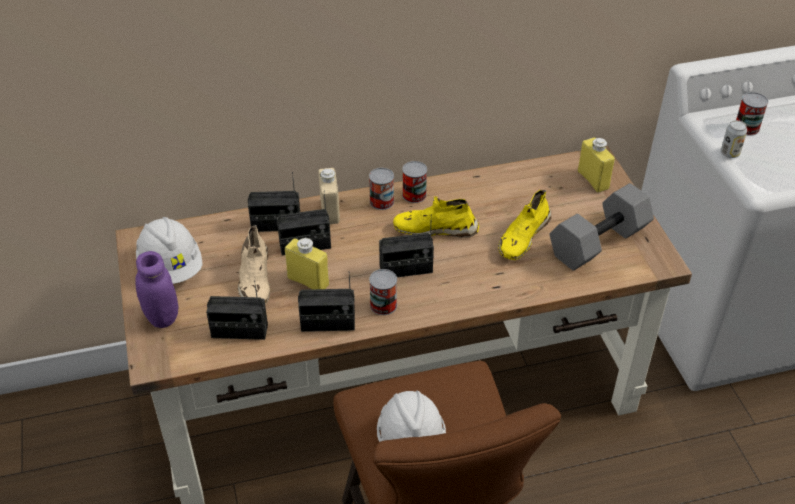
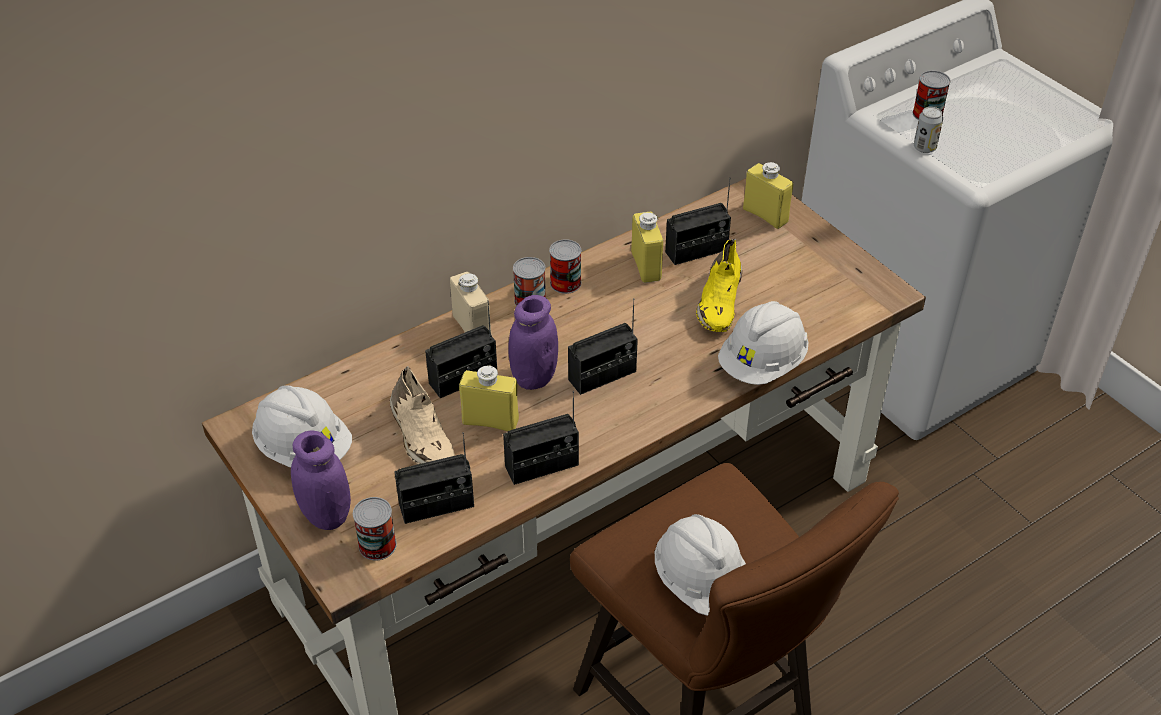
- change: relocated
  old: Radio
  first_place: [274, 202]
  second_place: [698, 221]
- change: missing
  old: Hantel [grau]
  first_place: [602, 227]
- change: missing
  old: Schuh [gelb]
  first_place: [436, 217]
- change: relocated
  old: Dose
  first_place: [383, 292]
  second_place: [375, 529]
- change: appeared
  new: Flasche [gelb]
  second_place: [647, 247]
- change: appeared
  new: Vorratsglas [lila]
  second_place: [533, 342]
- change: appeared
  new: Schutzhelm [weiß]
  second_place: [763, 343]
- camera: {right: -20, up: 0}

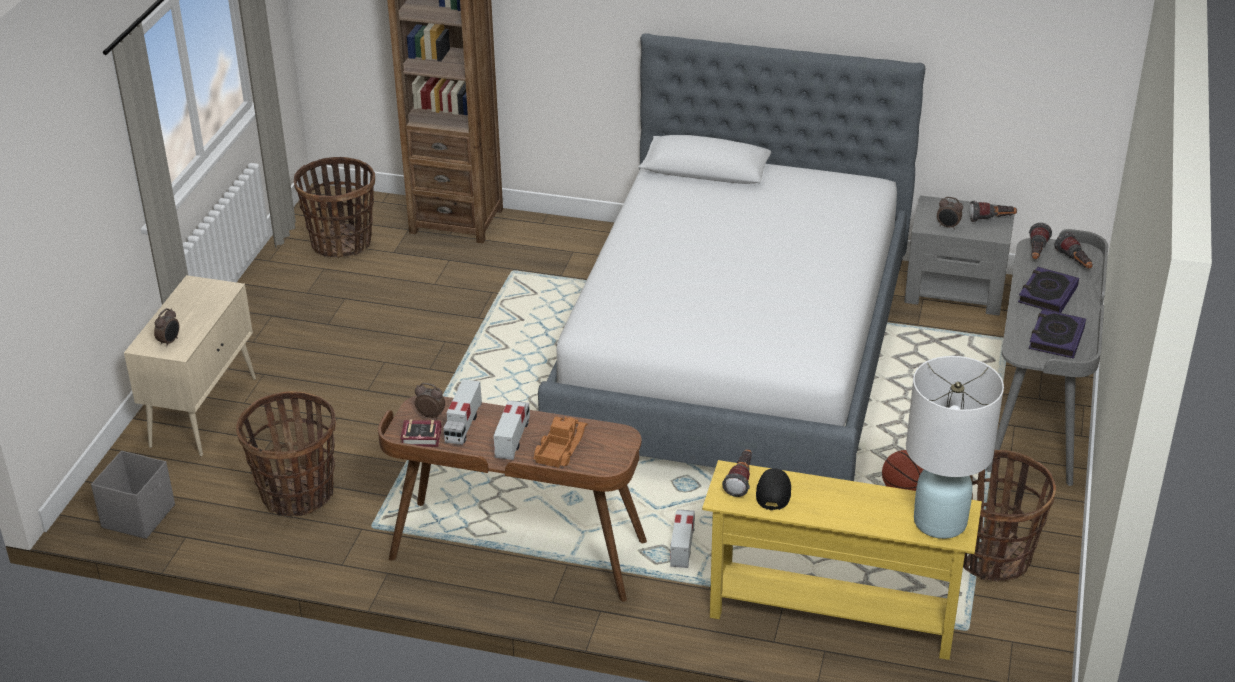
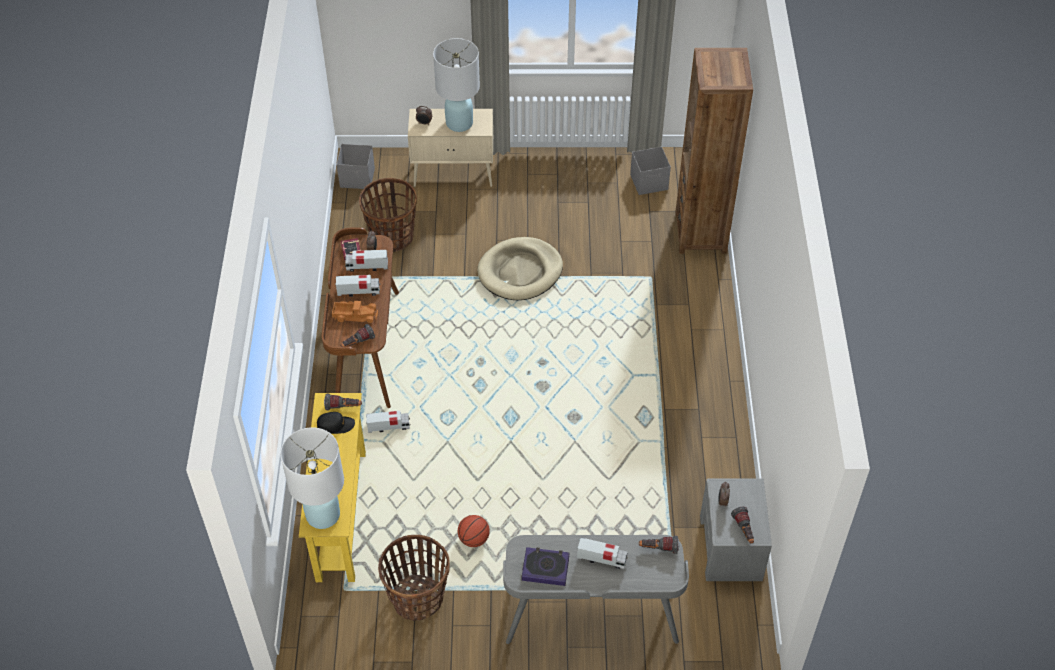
- change: missing
  old: Bett
  first_place: [731, 257]
- change: exchanged
  old: Korb
  new: Aufbewahrungsbox [grau]
  first_place: [334, 207]
  second_place: [650, 171]
- change: relocated
  old: Taschenlampe
  first_place: [1074, 250]
  second_place: [357, 335]
- change: exchanged
  old: Buch
  new: Spielzeuglaster
  first_place: [1048, 290]
  second_place: [602, 553]
- change: appeared
  new: Tischlampe [weiß]
  second_place: [456, 85]
- change: appeared
  new: Hundebett [beige]
  second_place: [520, 268]
- camera: {right: 75, up: 15}

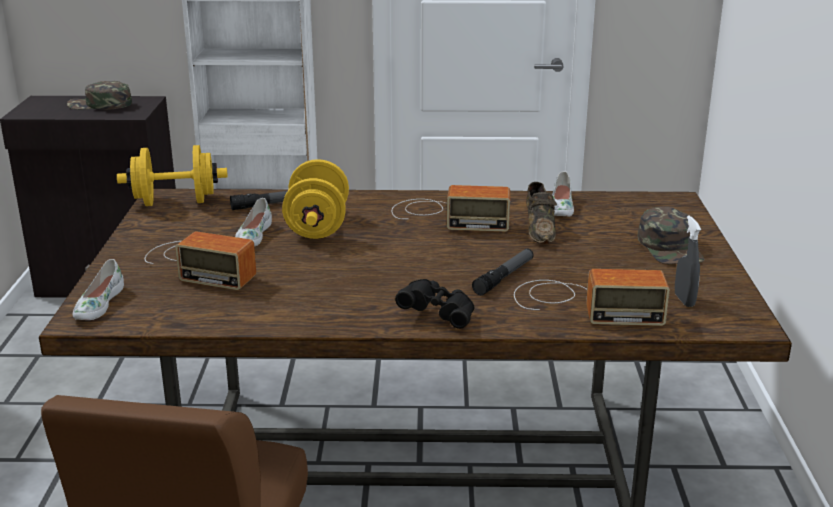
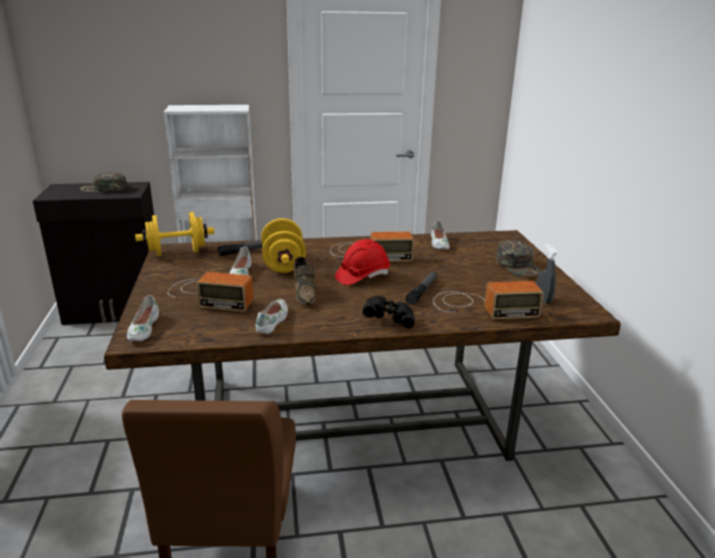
- change: relocated
  old: Schuh [braun]
  first_place: [541, 213]
  second_place: [304, 281]
- change: appeared
  new: Schutzhelm [rot]
  second_place: [362, 262]
- change: appeared
  new: Schuh [weiß]
  second_place: [271, 316]
- camera: {right: -10, up: 0}

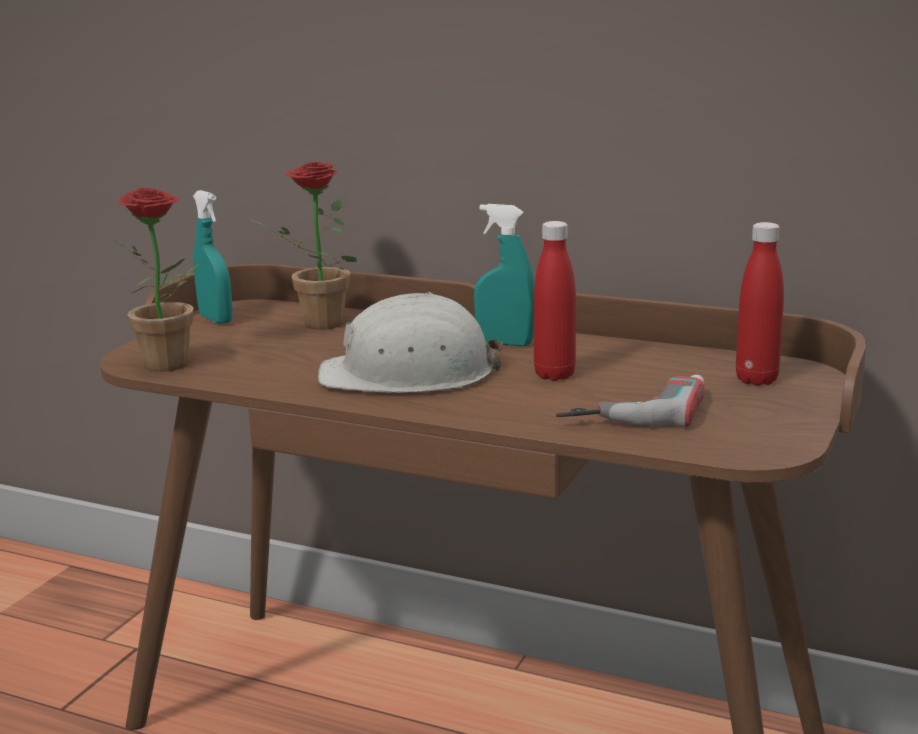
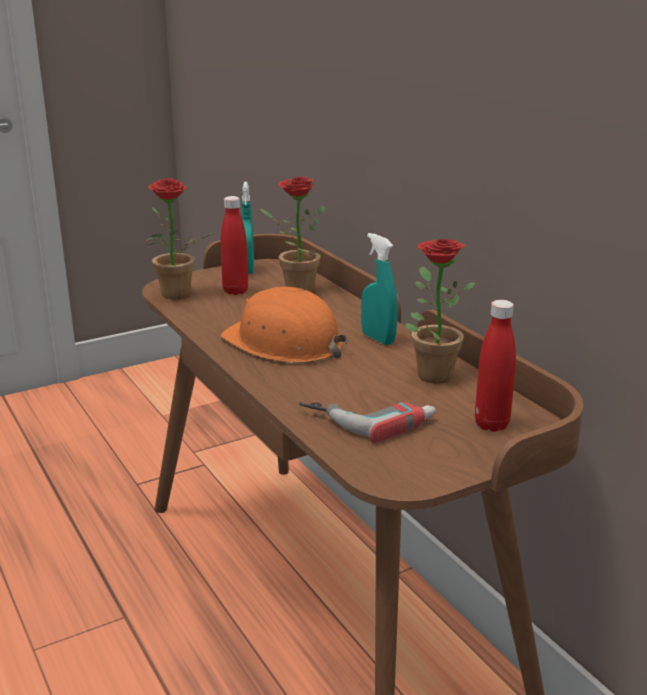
- change: relocated
  old: Flasche [rot]
  first_place: [555, 301]
  second_place: [234, 245]
- change: colour
  old: Schutzhelm [weiß]
  new: Schutzhelm [orange]
  first_place: [410, 342]
  second_place: [284, 325]
- change: appeared
  new: Topfpflanze
  second_place: [440, 311]
- camera: {right: 35, up: 5}

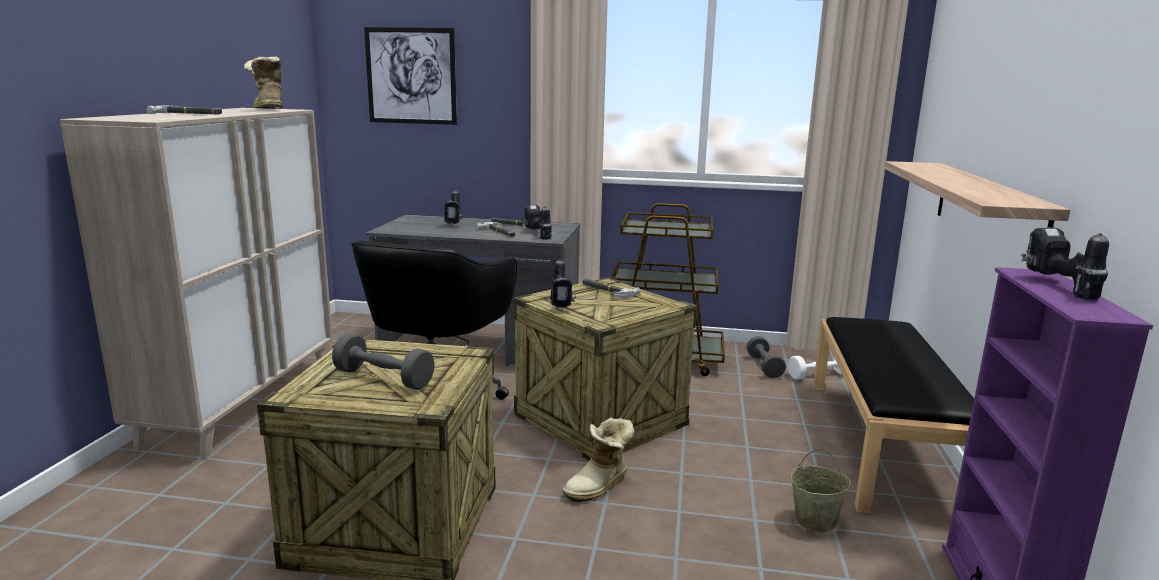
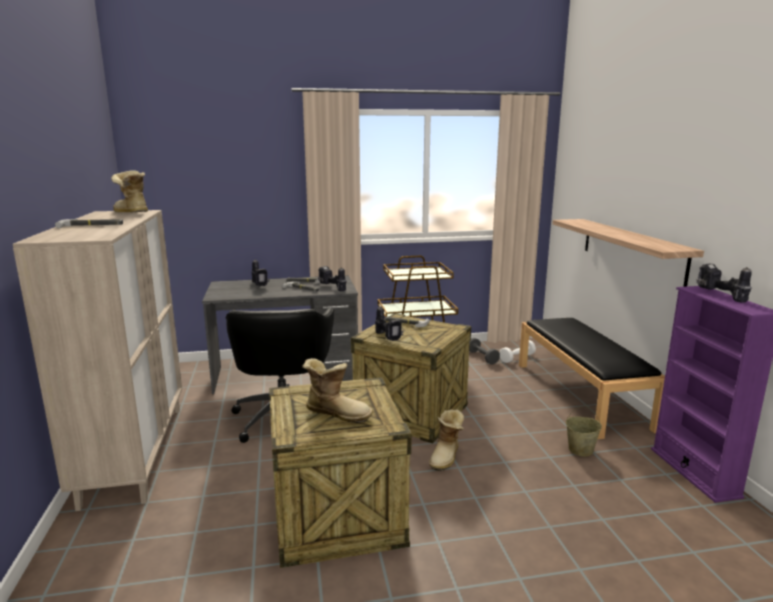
- change: missing
  old: Bild
  first_place: [410, 76]
- change: exchanged
  old: Hantel [grau]
  new: Stiefel
  first_place: [383, 361]
  second_place: [337, 390]
- camera: {right: -20, up: 0}

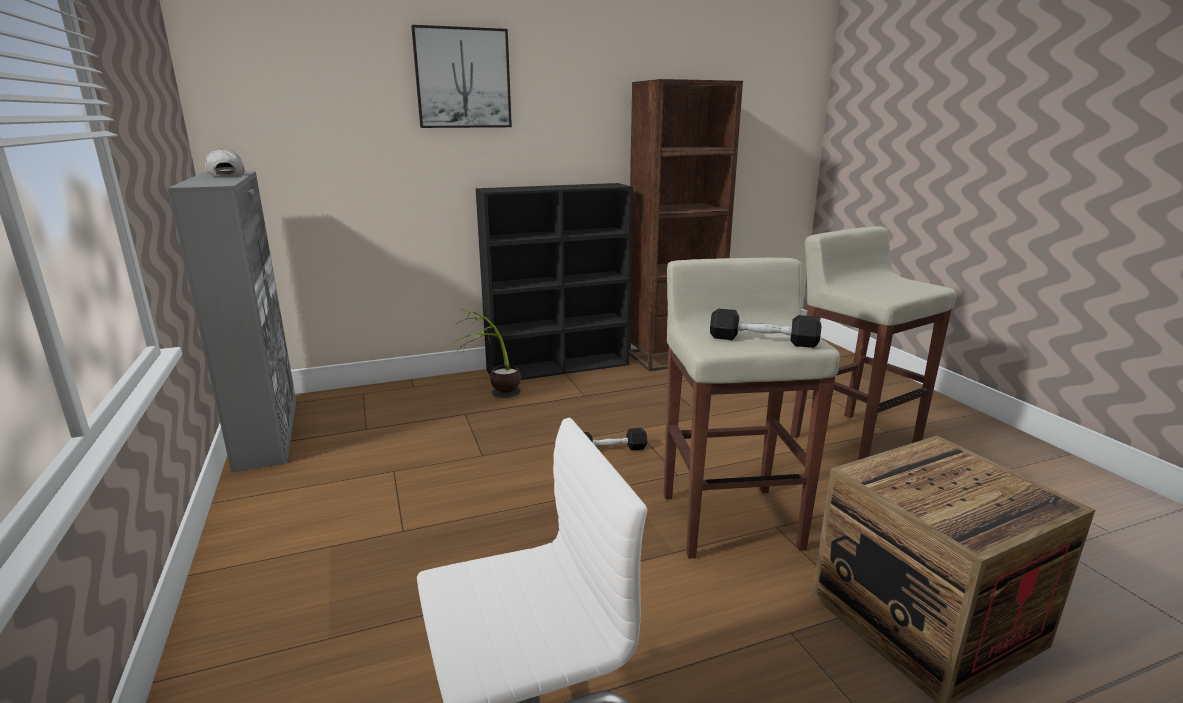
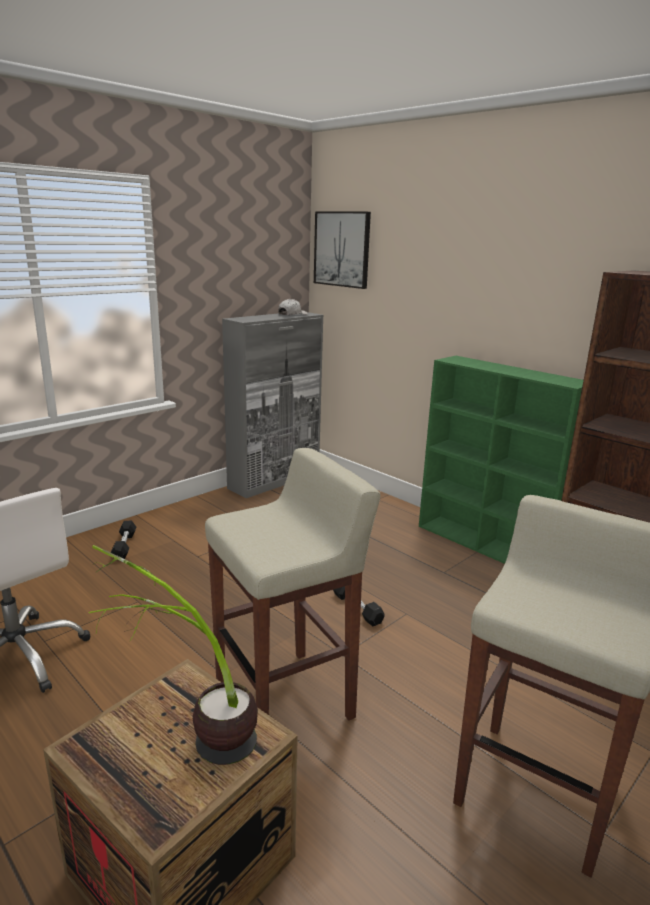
- change: relocated
  old: Bild
  first_place: [461, 76]
  second_place: [342, 250]
- change: colour
  old: Bücherregal [schwarz]
  new: Bücherregal [grün]
  first_place: [554, 281]
  second_place: [501, 460]
- change: relocated
  old: Topfpflanze
  first_place: [486, 353]
  second_place: [173, 655]
- change: relocated
  old: Hantel [schwarz]
  first_place: [766, 328]
  second_place: [123, 540]
- camera: {right: 65, up: 0}

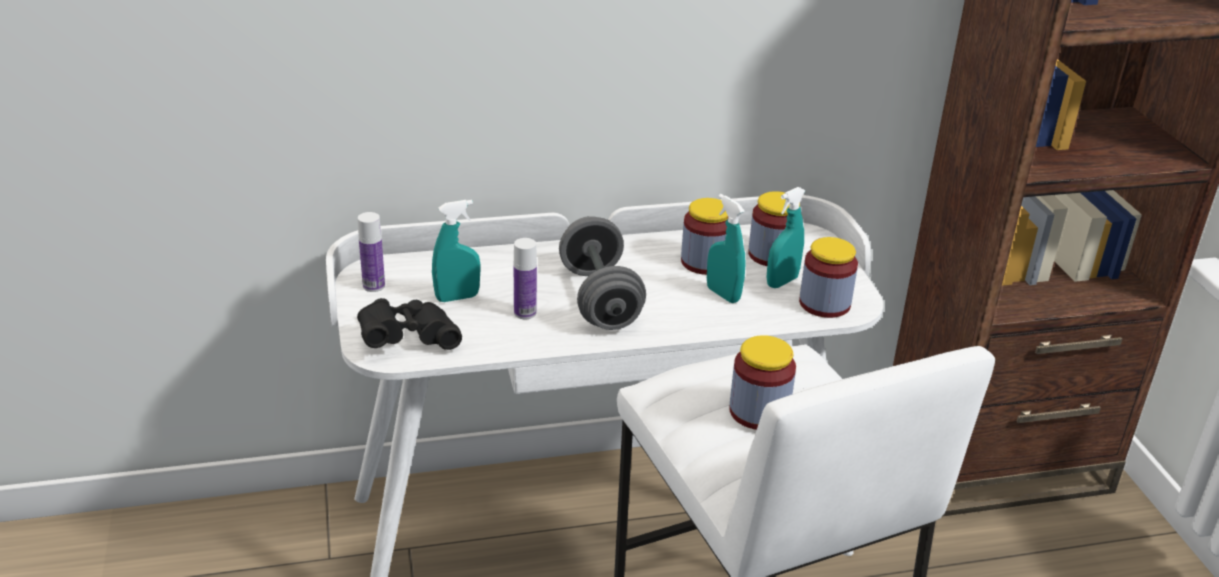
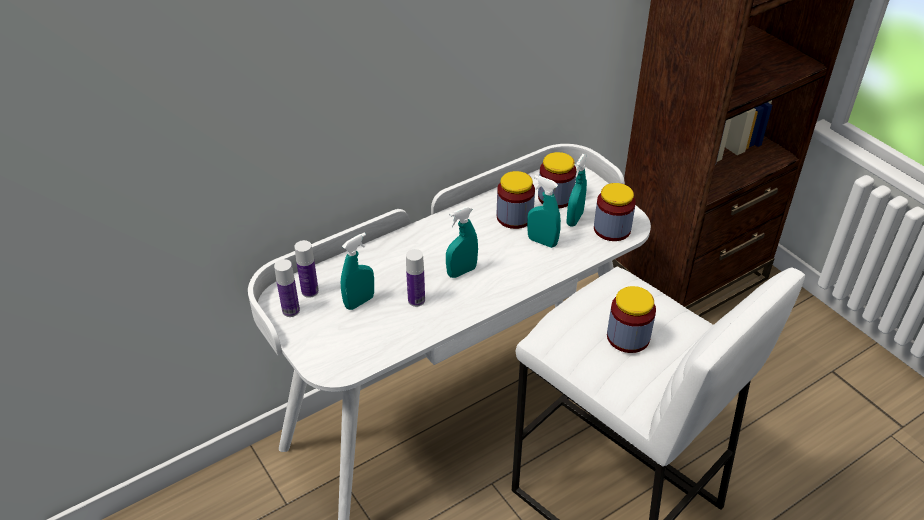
- change: exchanged
  old: Hantel [grau]
  new: Sprühflasche [türkis]
  first_place: [602, 273]
  second_place: [462, 242]
- change: missing
  old: Fernglas [schwarz]
  first_place: [409, 324]
- change: appeared
  new: Flasche
  second_place: [306, 269]
- camera: {right: -20, up: 10}

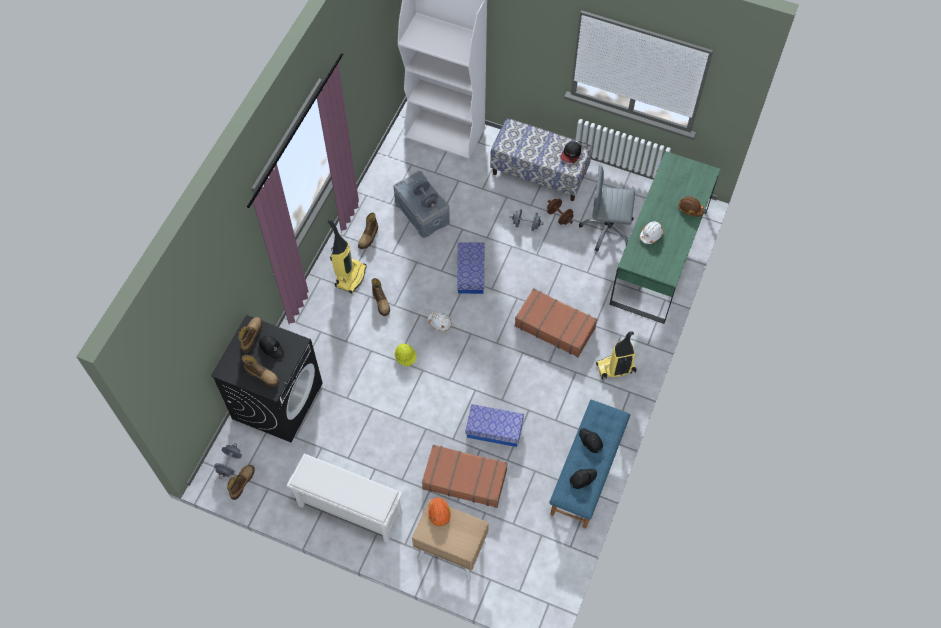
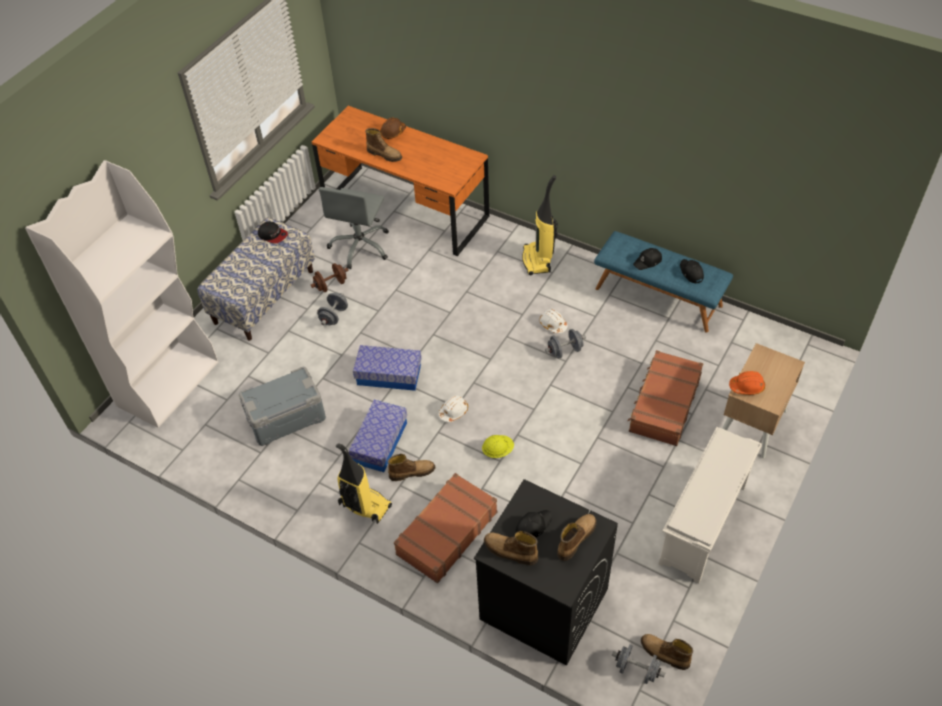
- change: colour
  old: Schreibtisch [grün]
  new: Schreibtisch [orange]
  first_place: [664, 237]
  second_place: [400, 181]
- change: relocated
  old: Hantel [grau]
  first_place: [425, 194]
  second_place: [565, 344]
- change: relocated
  old: Stiefel
  first_place: [368, 231]
  second_place: [383, 145]
- change: relocated
  old: Schutzhelm [weiß]
  first_place: [651, 232]
  second_place: [554, 321]
- change: relocated
  old: Koffer [braun]
  first_place: [556, 322]
  second_place: [445, 528]
- change: relocated
  old: Aufbewahrungsbox
  first_place: [495, 425]
  second_place: [378, 436]
- camera: {right: -80, up: -10}

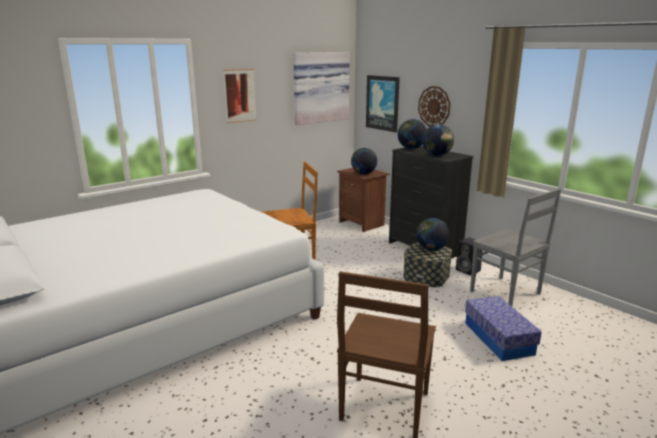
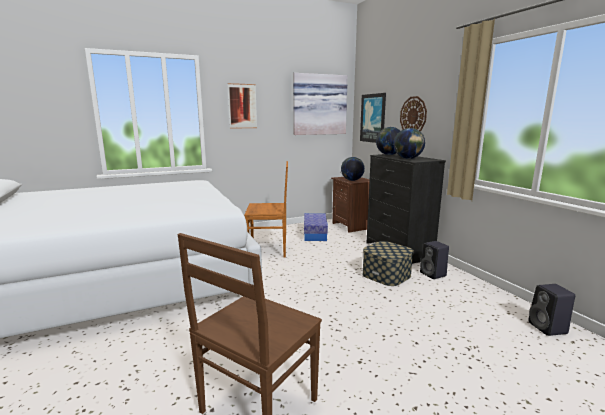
- change: missing
  old: Stuhl [grau]
  first_place: [515, 247]
- change: missing
  old: Globus
  first_place: [432, 234]
- change: relocated
  old: Aufbewahrungsbox
  first_place: [503, 328]
  second_place: [316, 227]
- change: appeared
  new: Lautsprecher [schwarz]
  second_place: [551, 310]
- camera: {right: 15, up: -5}

